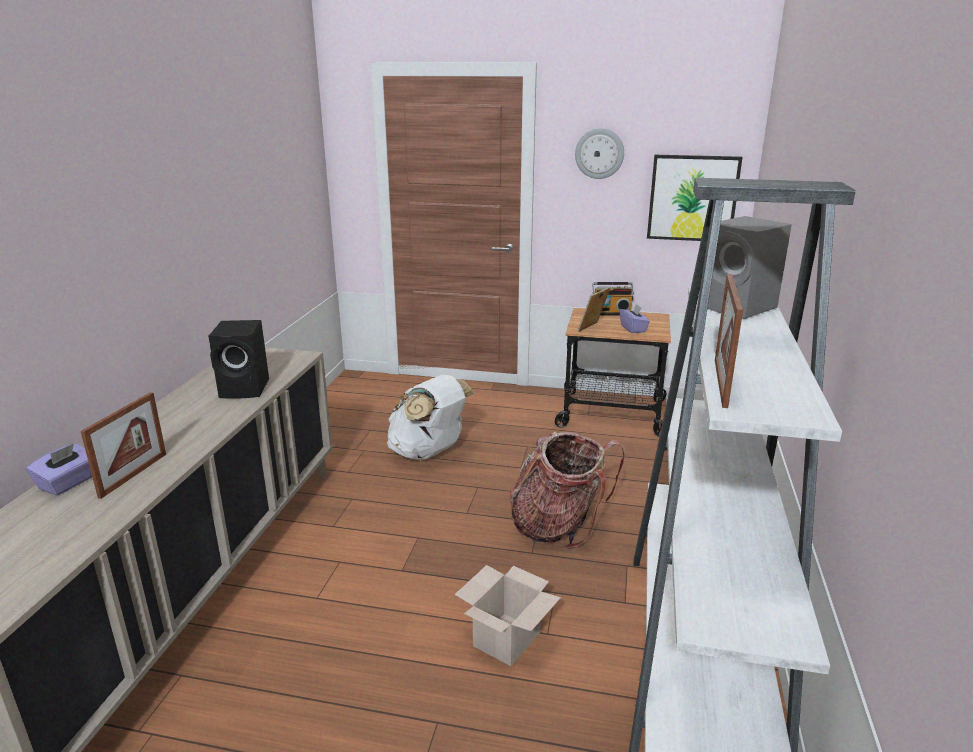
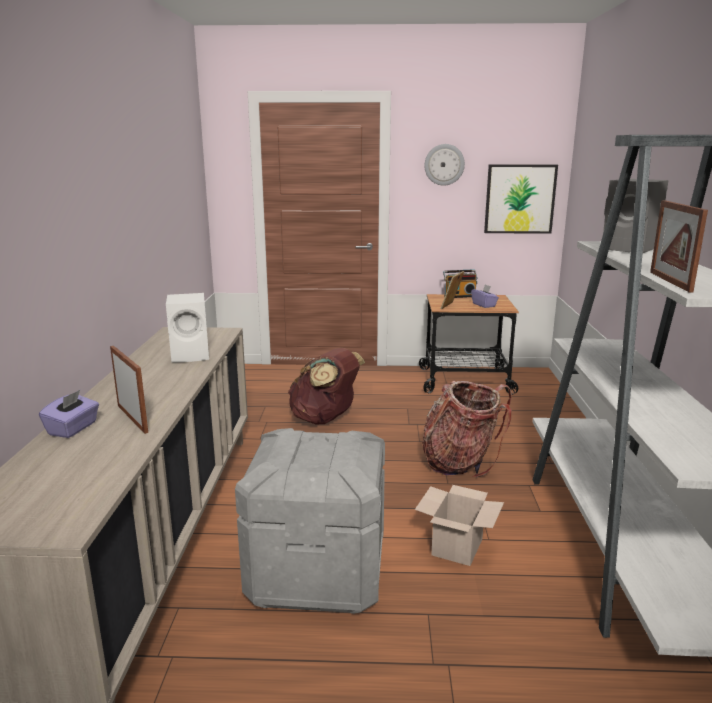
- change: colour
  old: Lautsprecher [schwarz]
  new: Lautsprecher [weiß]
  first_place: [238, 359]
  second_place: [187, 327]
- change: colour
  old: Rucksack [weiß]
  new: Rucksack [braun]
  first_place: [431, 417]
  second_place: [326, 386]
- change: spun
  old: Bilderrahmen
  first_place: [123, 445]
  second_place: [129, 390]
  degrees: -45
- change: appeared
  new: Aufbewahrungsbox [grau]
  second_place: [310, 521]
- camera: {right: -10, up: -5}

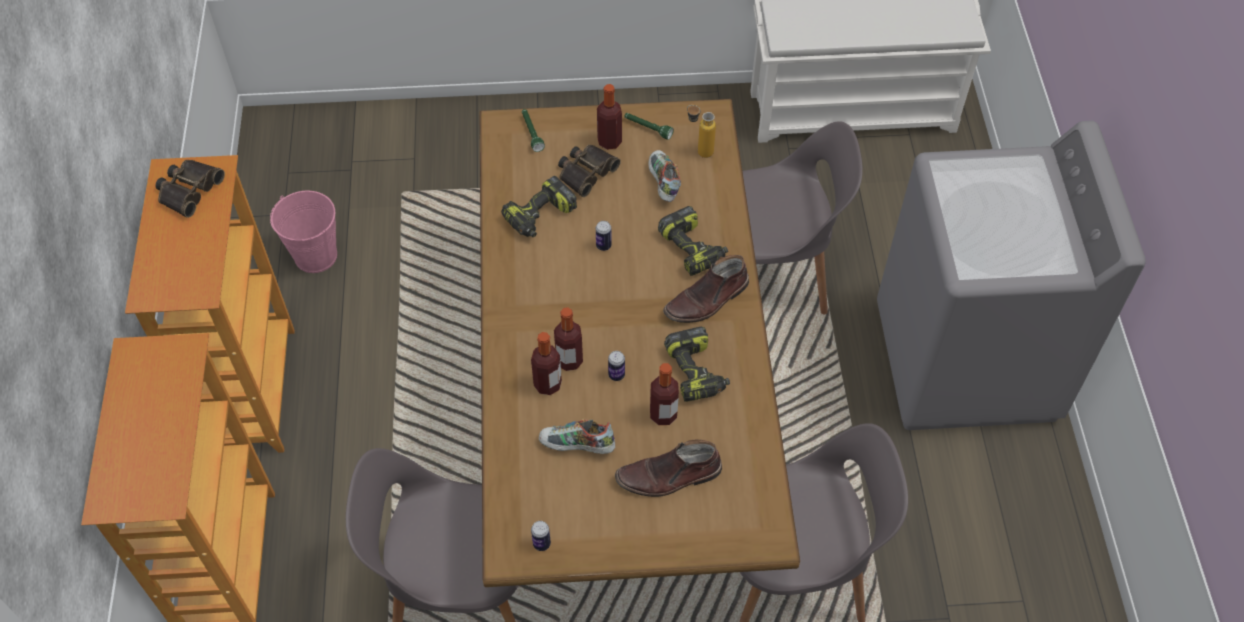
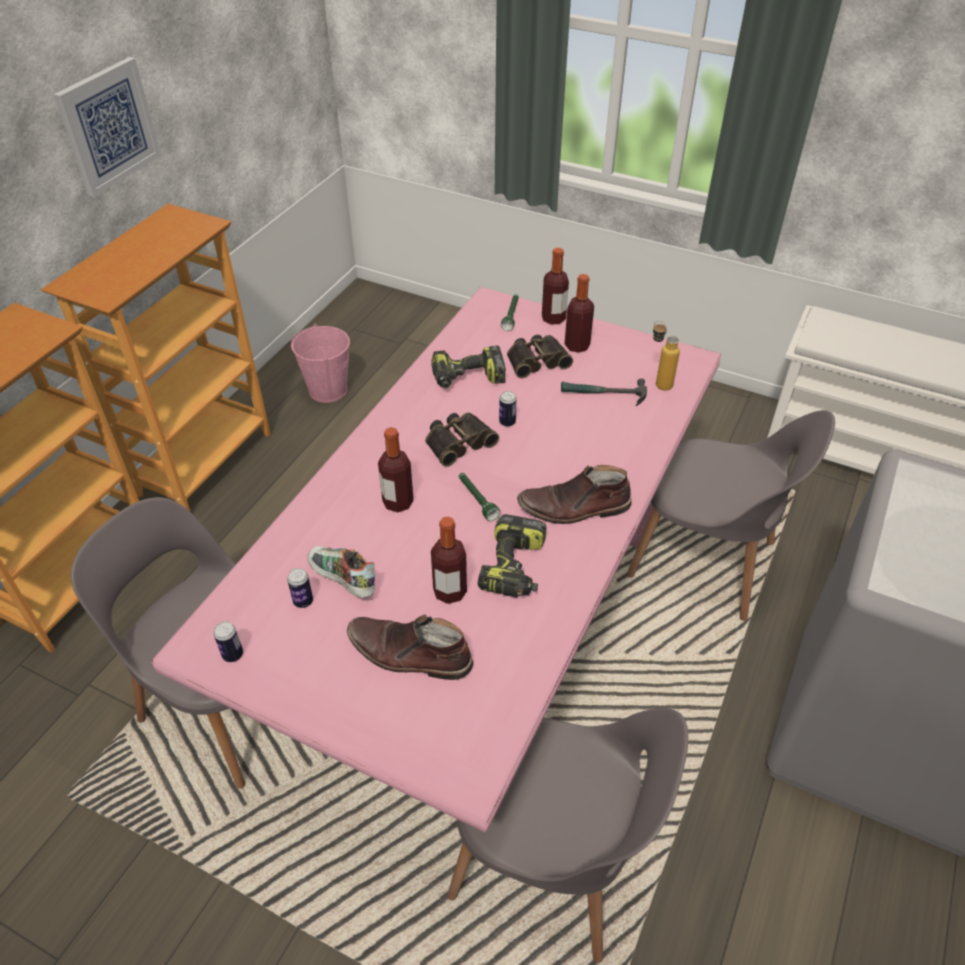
- change: colour
  old: Esstisch [braun]
  new: Esstisch [rosa]
  first_place: [640, 343]
  second_place: [436, 559]
- change: relocated
  old: Taschenlampe [grün]
  first_place: [649, 126]
  second_place: [480, 497]
- change: exchanged
  old: Schuh
  new: Hammer
  first_place: [664, 176]
  second_place: [604, 392]
- change: relocated
  old: Fernglas
  first_place: [190, 189]
  second_place: [462, 439]
- change: missing
  old: Bohrmaschine
  first_place: [693, 241]
- change: relocated
  old: Flasche
  first_place: [546, 363]
  second_place: [555, 286]
- change: relocated
  old: Dose
  first_place: [616, 366]
  second_place: [300, 588]
- change: appeared
  new: Bild
  second_place: [107, 127]
- camera: {right: 30, up: -10}

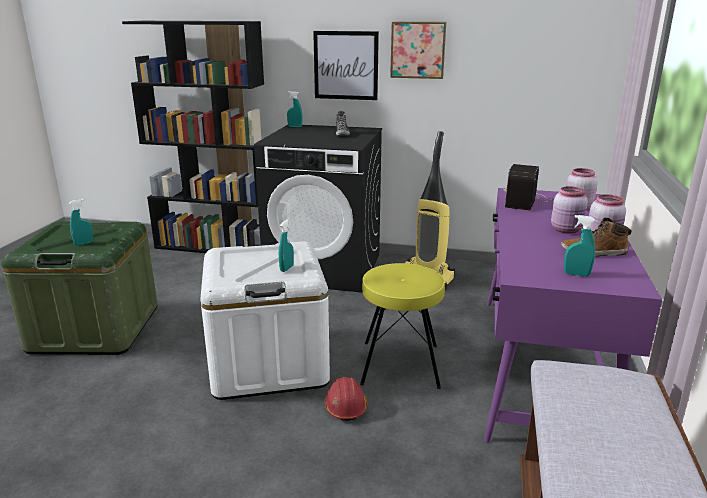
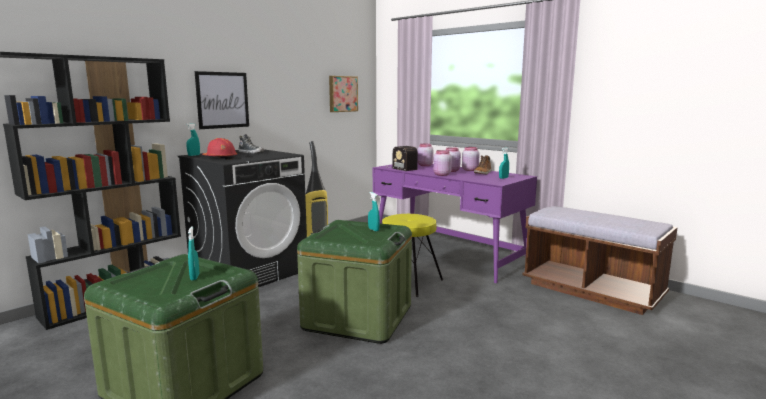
- change: relocated
  old: Bild
  first_place: [418, 50]
  second_place: [343, 94]
- change: colour
  old: Aufbewahrungsbox [weiß]
  new: Aufbewahrungsbox [grün]
  first_place: [265, 320]
  second_place: [354, 282]
- change: relocated
  old: Schutzhelm [rot]
  first_place: [346, 399]
  second_place: [219, 149]
- change: appeared
  new: Vorratsglas [rosa]
  second_place: [442, 163]
- camera: {right: -60, up: -10}

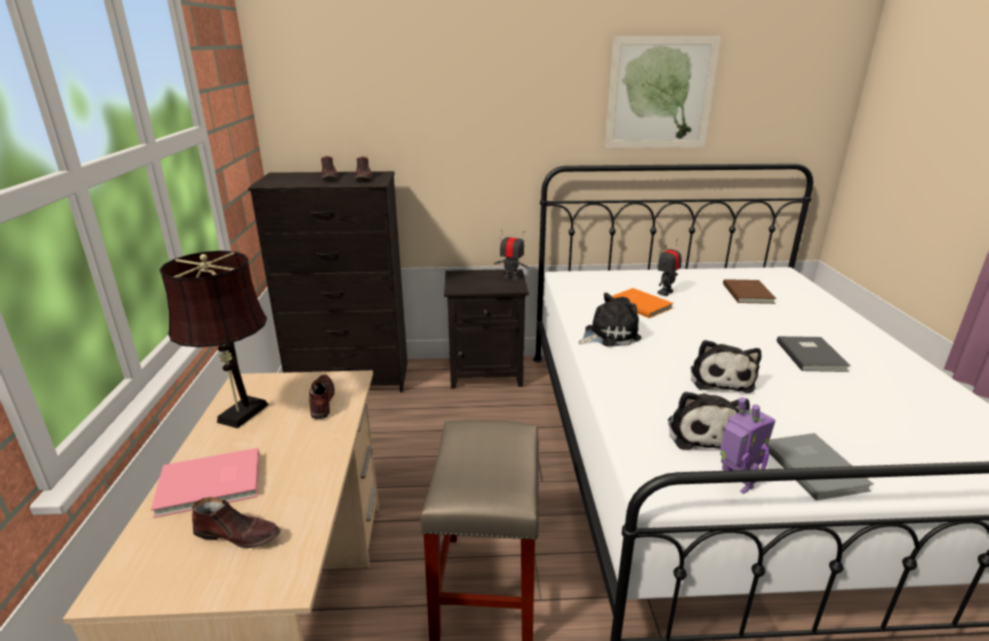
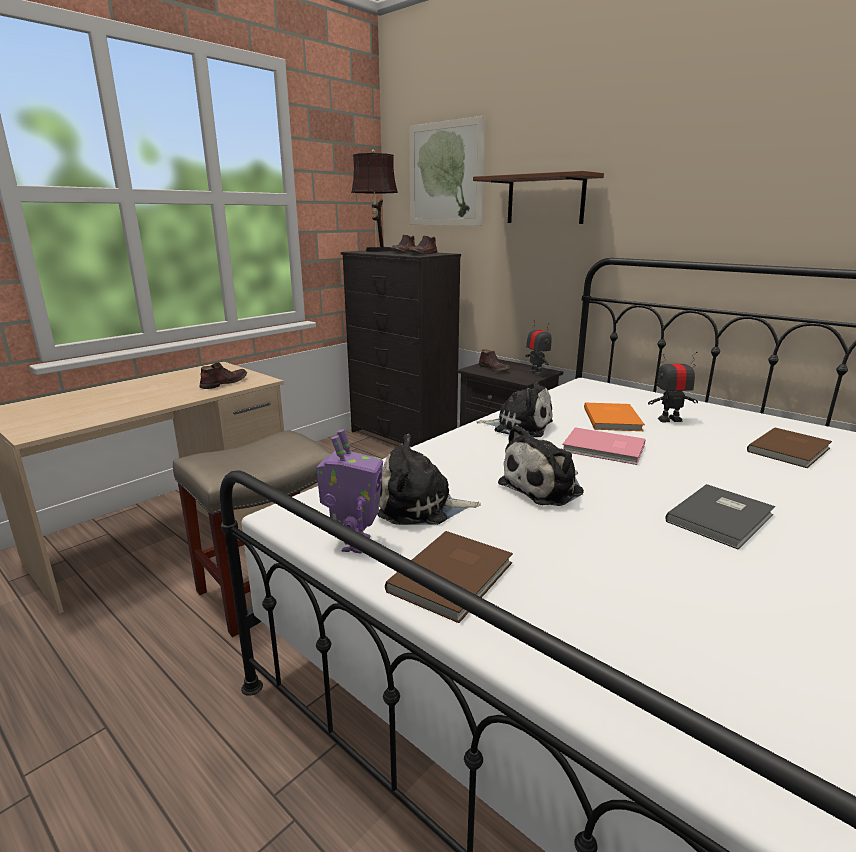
- change: relocated
  old: Bild
  first_place: [663, 92]
  second_place: [447, 171]
- change: relocated
  old: Tischlampe [braun]
  first_place: [213, 339]
  second_place: [374, 201]
- change: spun
  old: Plüschtier
  first_place: [709, 421]
  second_place: [429, 479]
  degrees: 45
- change: colour
  old: Buch [grau]
  new: Buch [braun]
  first_place: [821, 467]
  second_place: [449, 577]
- change: relocated
  old: Buch [rosa]
  first_place: [205, 483]
  second_place: [603, 446]
- change: relocated
  old: Schuh [braun]
  first_place: [236, 522]
  second_place: [494, 360]
- change: appeared
  new: Wandregal [braun]
  second_place: [538, 197]
- camera: {right: 45, up: -5}

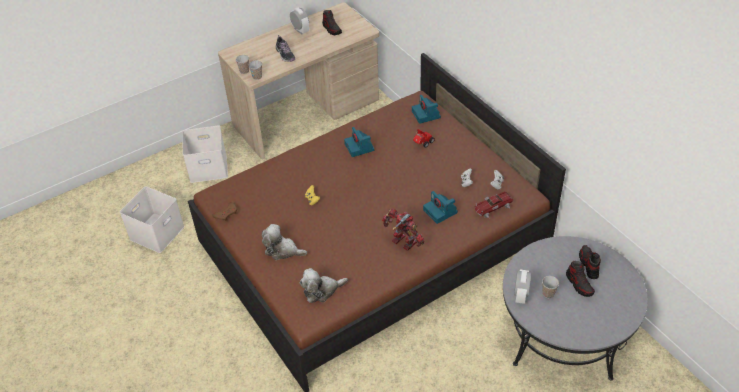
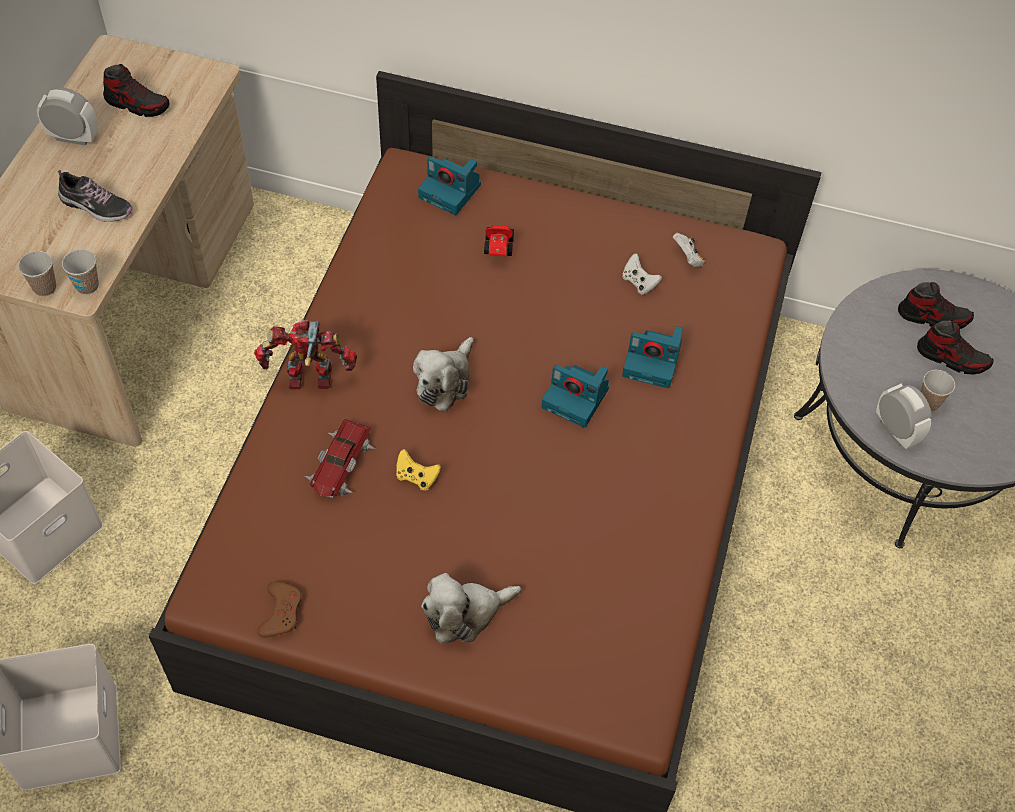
- change: relocated
  old: Kamera
  first_place: [359, 142]
  second_place: [575, 396]
- change: relocated
  old: Spielzeugauto
  first_place: [494, 204]
  second_place: [340, 458]
- change: relocated
  old: Spielzeugroboter
  first_place: [403, 229]
  second_place: [305, 354]
- change: spun
  old: Schuh
  first_place: [590, 262]
  second_place: [936, 305]
  degrees: 150
- change: relocated
  old: Plüschtier
  first_place: [324, 285]
  second_place: [443, 374]
- camera: {right: -45, up: 10}

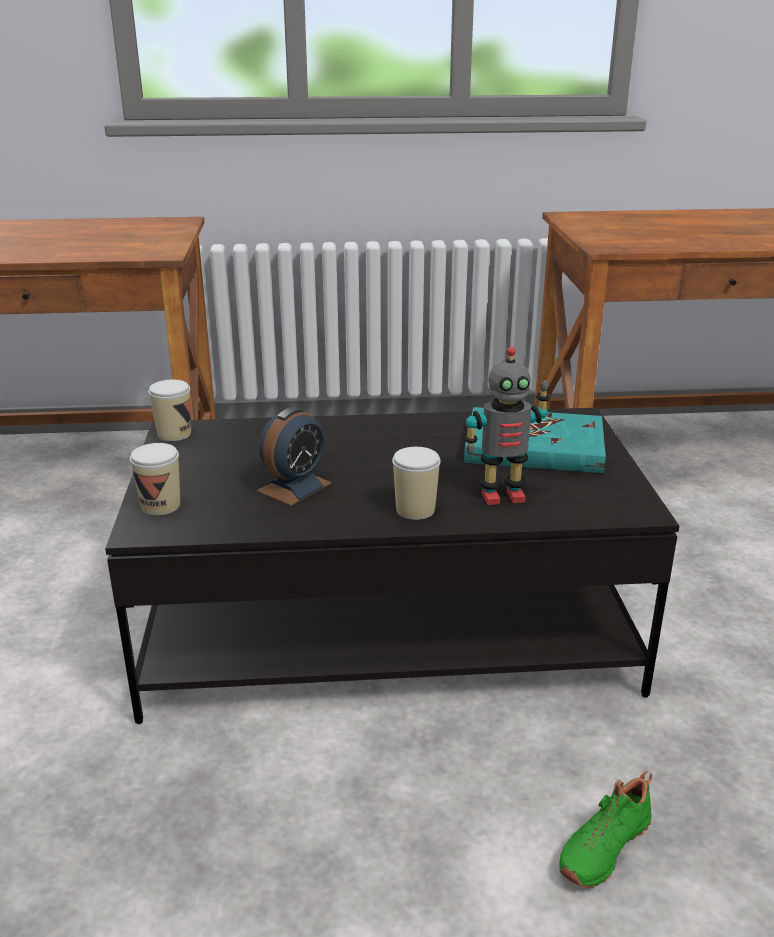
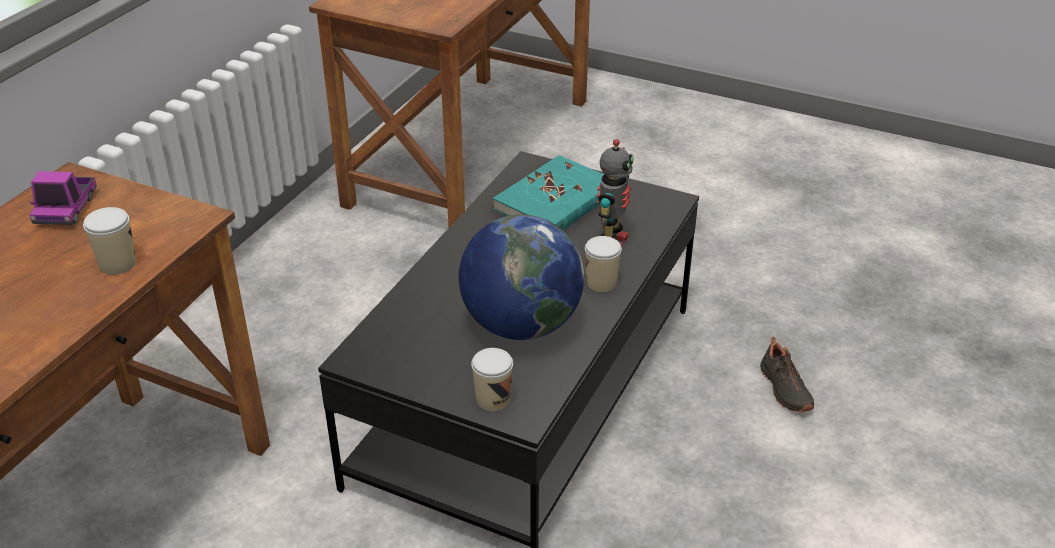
- change: relocated
  old: Tasse
  first_place: [169, 410]
  second_place: [109, 241]
- change: exchanged
  old: Wecker
  new: Globus
  first_place: [294, 456]
  second_place: [521, 277]
- change: colour
  old: Schuh [grün]
  new: Schuh [schwarz]
  first_place: [605, 829]
  second_place: [787, 374]
- change: appeared
  new: Spielzeuglaster
  second_place: [63, 198]
- camera: {right: -60, up: 10}

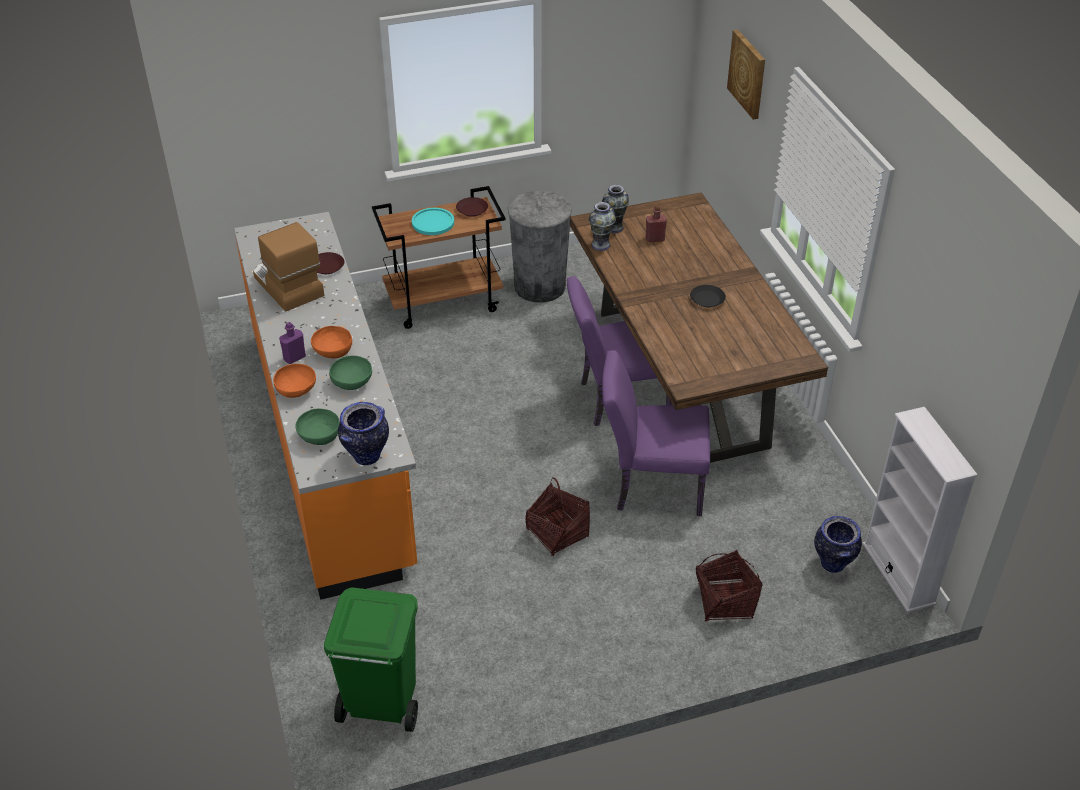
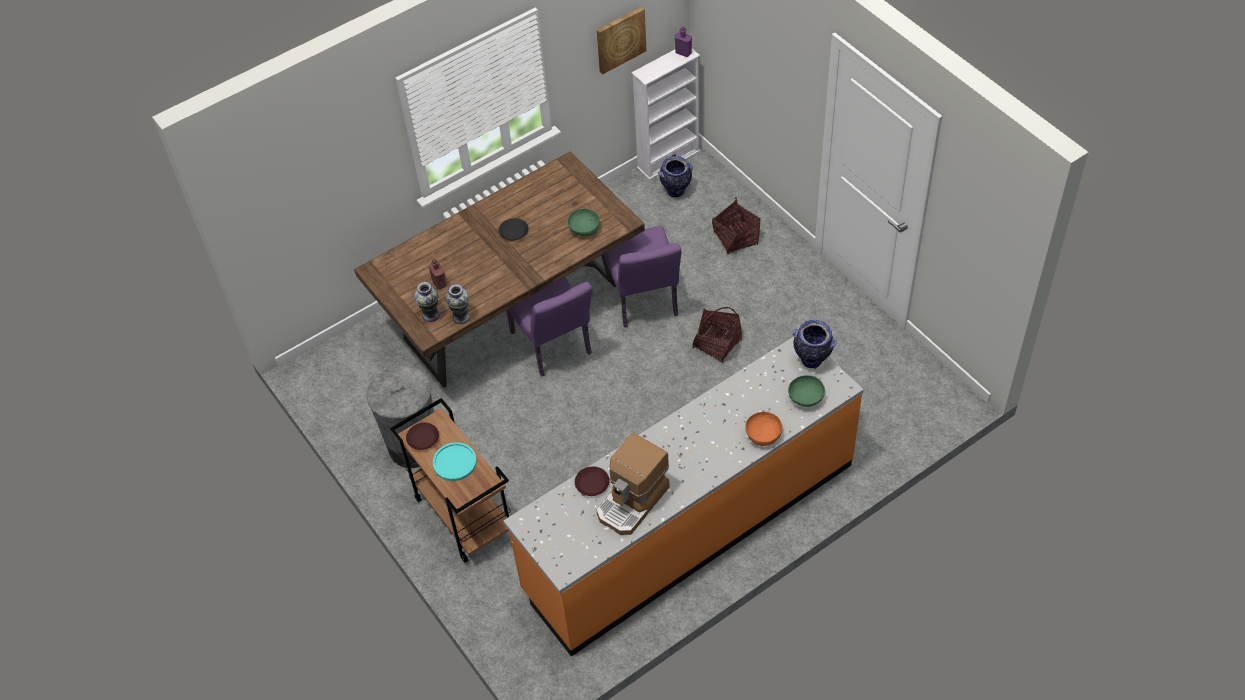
- change: relocated
  old: Bild
  first_place: [746, 75]
  second_place: [621, 40]
- change: relocated
  old: Flasche [lila]
  first_place: [292, 343]
  second_place: [683, 41]
- change: missing
  old: Schüssel [orange]
  first_place: [331, 342]
- change: relocated
  old: Schüssel [grün]
  first_place: [350, 373]
  second_place: [584, 223]
- change: missing
  old: Mülleimer [grün]
  first_place: [371, 659]
- camera: {right: -105, up: 10}

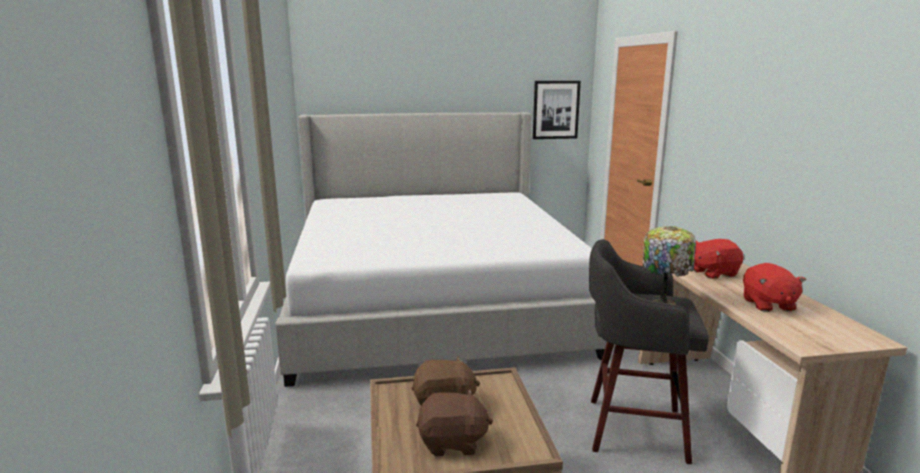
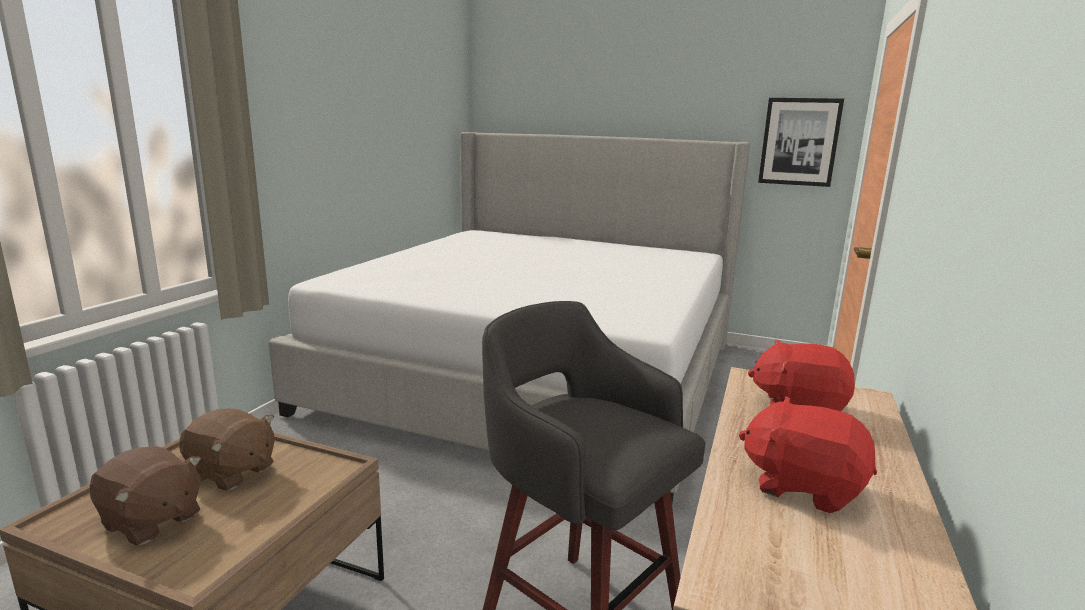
- change: missing
  old: Tischlampe
  first_place: [669, 265]
- change: spun
  old: Plüschtier [rot]
  first_place: [774, 287]
  second_place: [808, 454]
  degrees: 90
- camera: {right: 30, up: 0}

